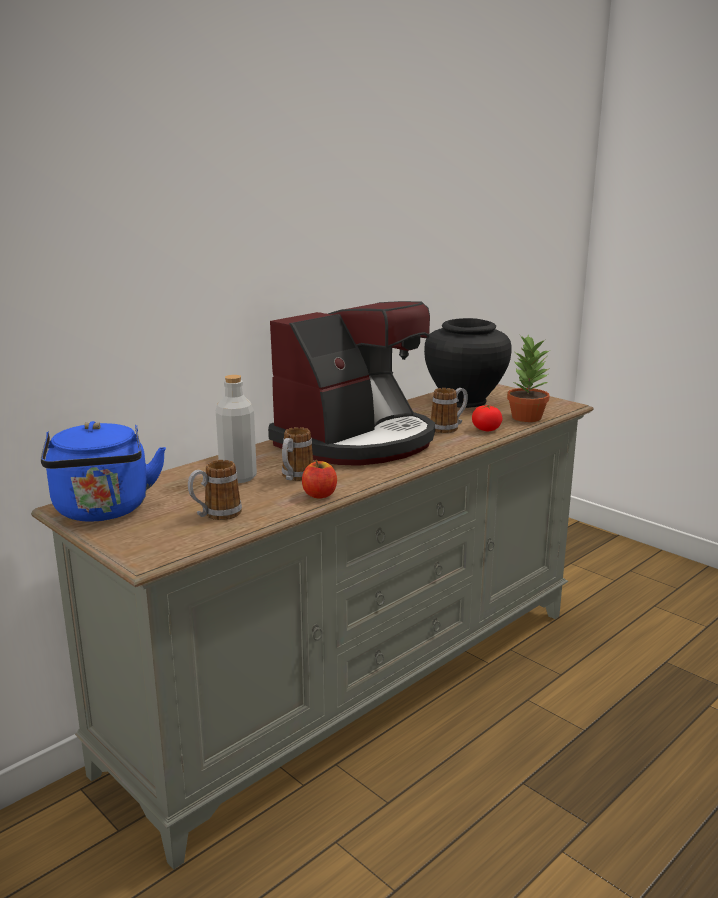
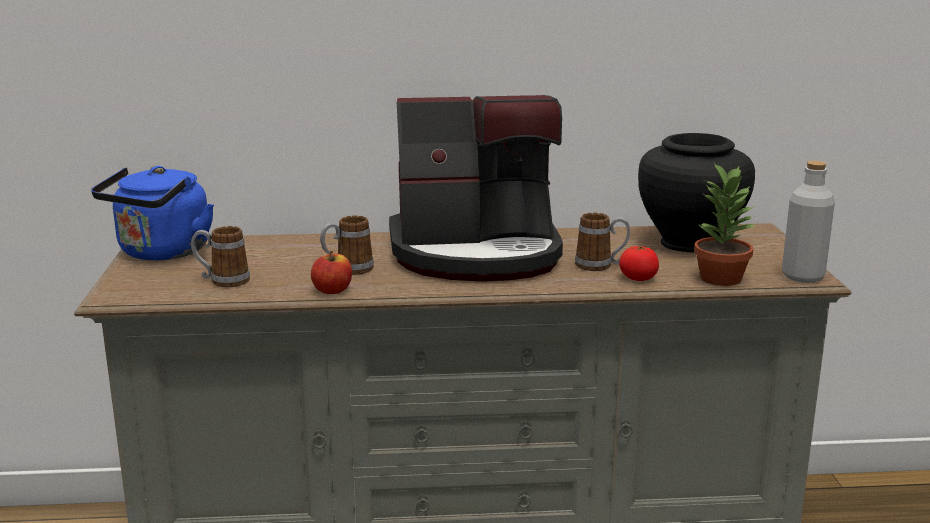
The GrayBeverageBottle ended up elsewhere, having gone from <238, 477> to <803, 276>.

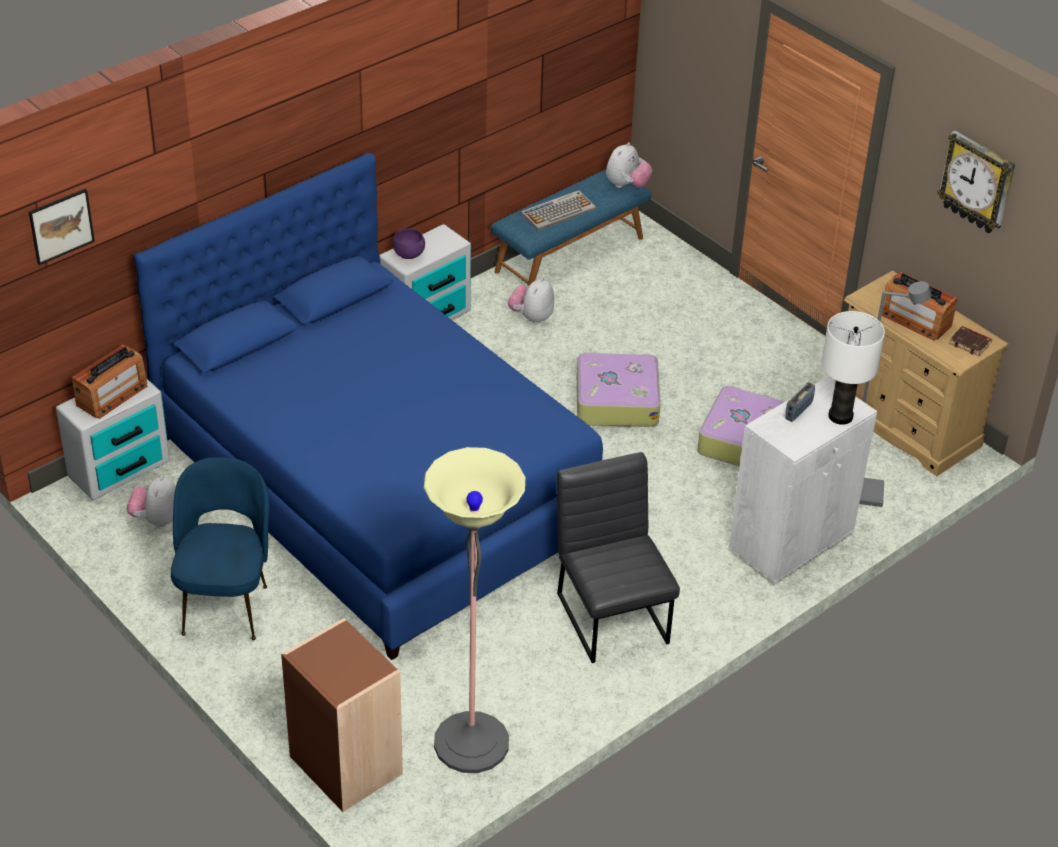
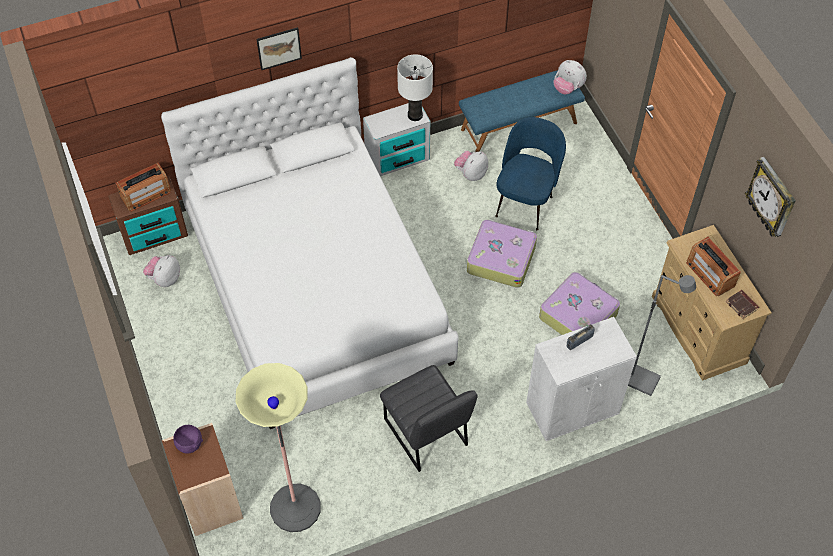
What was the WhiteColouredBedsideTable at <121, 474> turned into the BrownColouredBedsideTable at <156, 237>. What was the BluishBedroomBed at <380, 482> turned into the WhiteColouredBedroomBed at <316, 286>. The PurpleServingBowl ended up elsewhere, having gone from <408, 254> to <189, 444>. The WallArt ended up elsewhere, having gone from <61, 226> to <279, 48>. The GrayUprightChair at <612, 615> ended up facing another way, 150 degrees clockwise from before. The WhiteColouredTabletopLamp ended up elsewhere, having gone from <841, 416> to <415, 115>. The BluishUprightChair ended up elsewhere, having gone from <227, 604> to <526, 203>. The PlushToy at <626, 185> ended up facing another way, 75 degrees clockwise from before. The second view lost the Keyboard at <558, 211>.

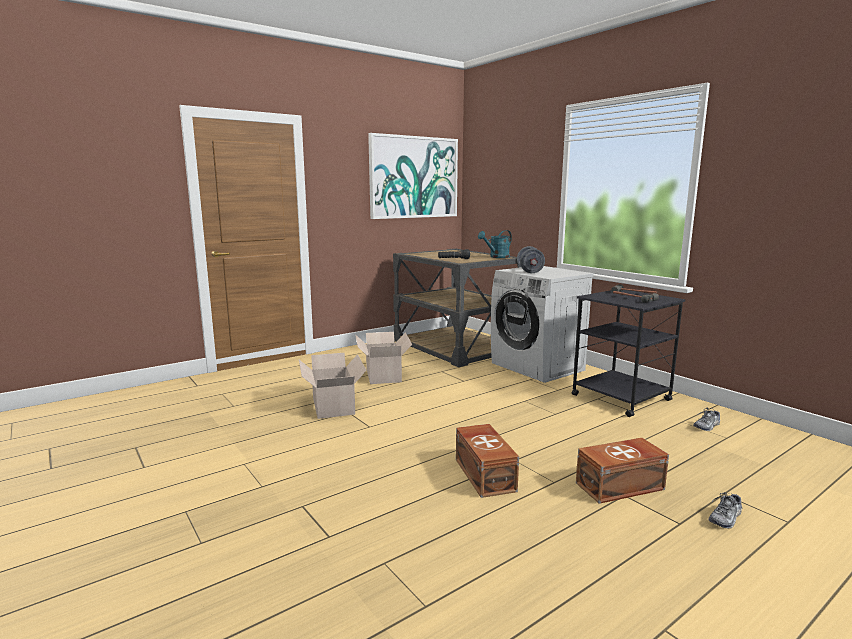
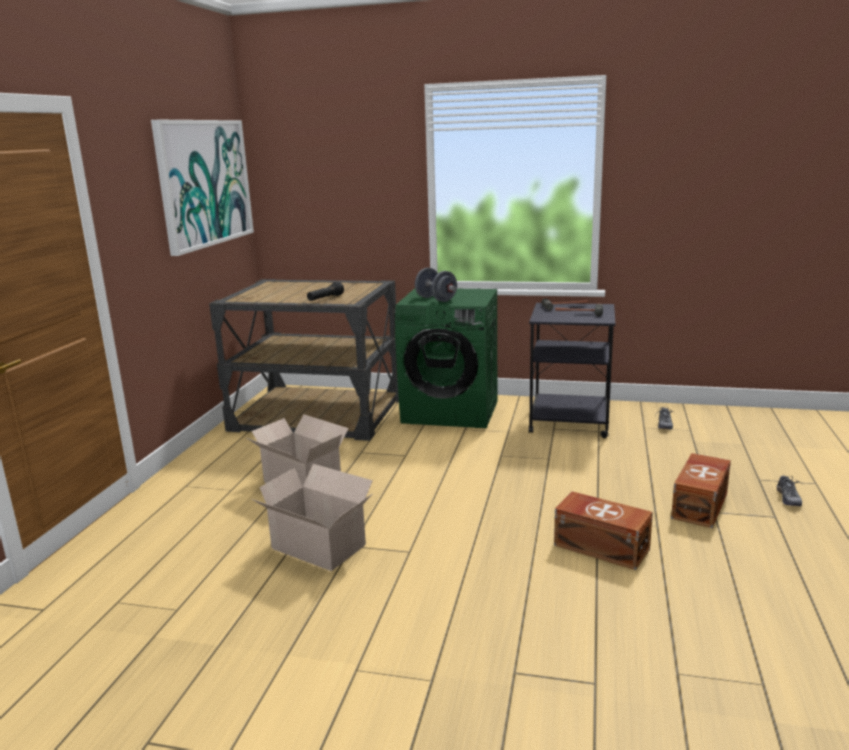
What was the WhiteColouredLaundryAppliance at <537, 369> turned into the GreenColouredLaundryAppliance at <451, 414>. The second view lost the BlueGreenSprinklingCan at <496, 257>.

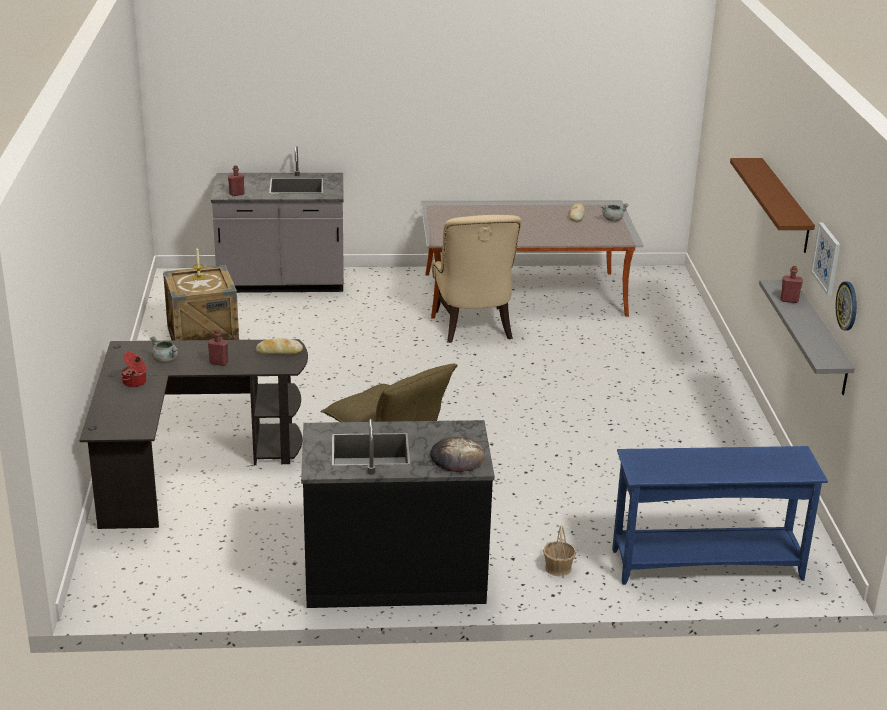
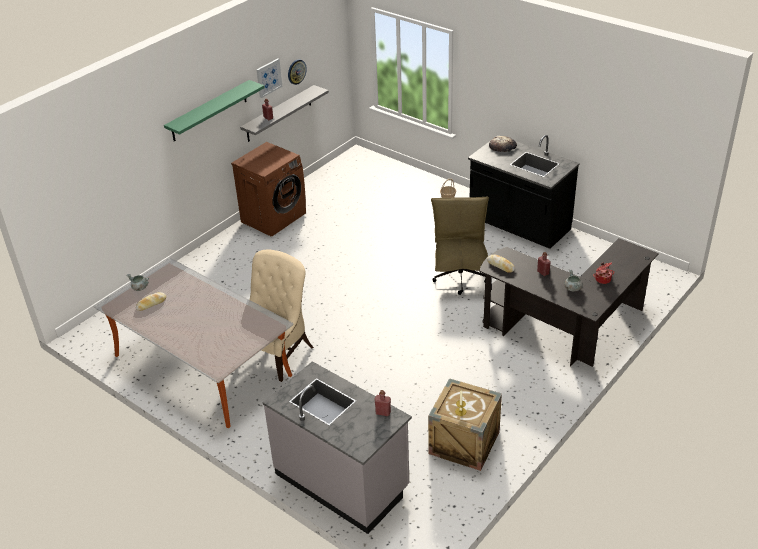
What was the BrownColouredWallShelf at <784, 205> turned into the GreenColouredWallShelf at <209, 111>. The second view gained the BrownColouredLaundryAppliance at <274, 218>. The second view lost the BluishConsoleTable at <706, 565>.

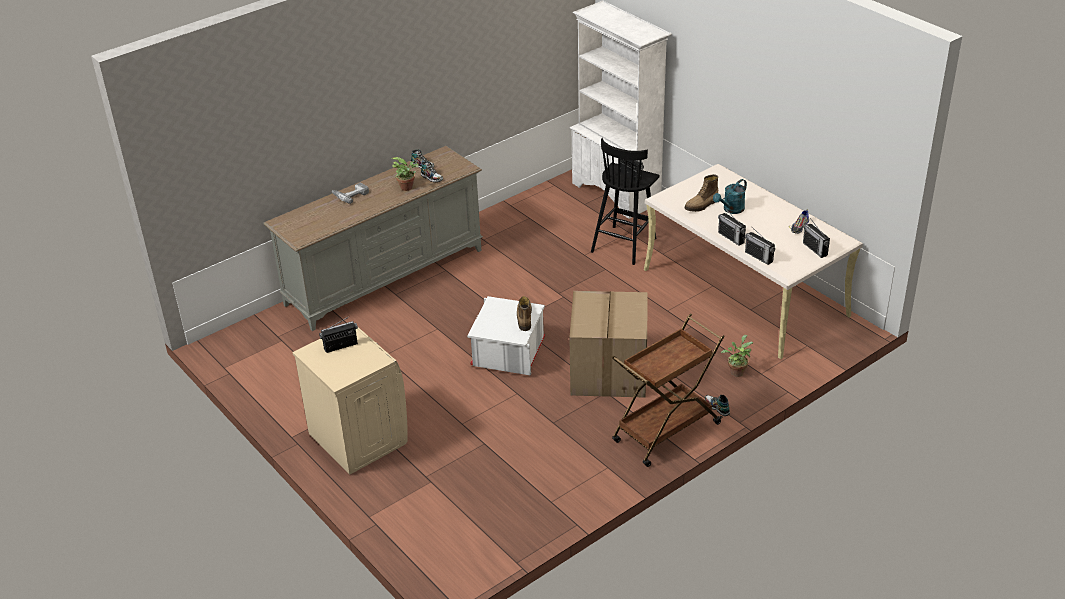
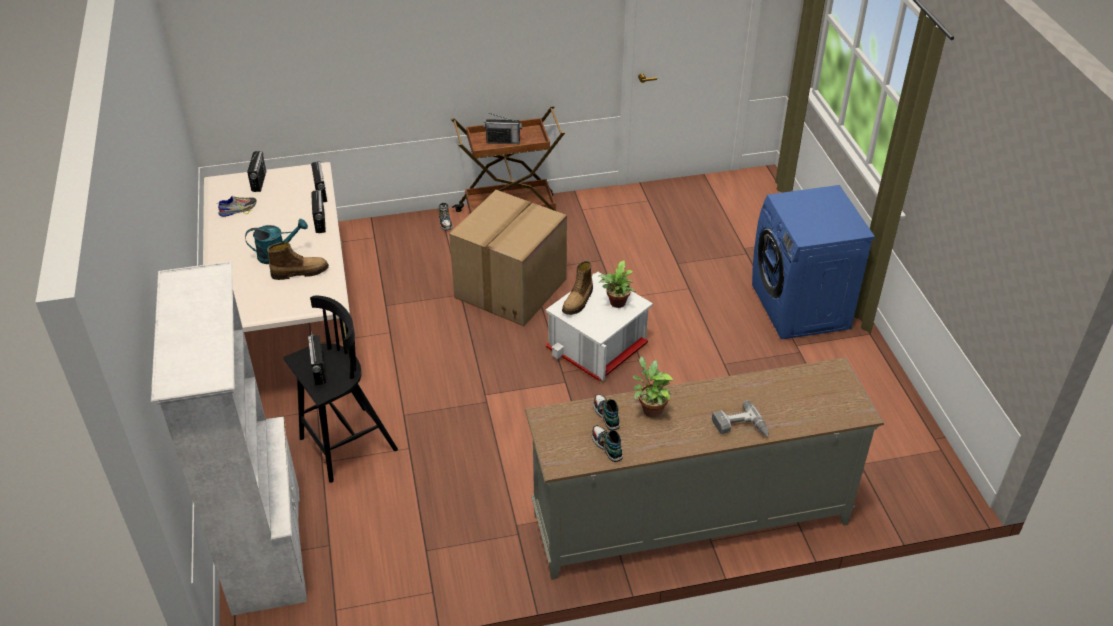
The RadioReceiver ended up elsewhere, having gone from <341, 346> to <503, 141>. The Houseplant ended up elsewhere, having gone from <737, 371> to <616, 304>. What was the BeigeLaundryAppliance at <358, 439> turned into the BluishLaundryAppliance at <799, 308>.

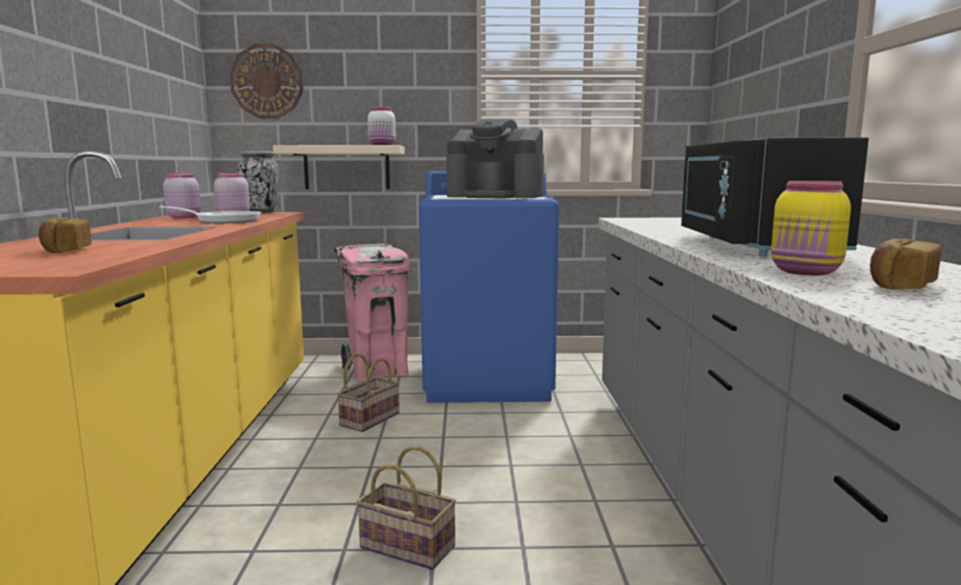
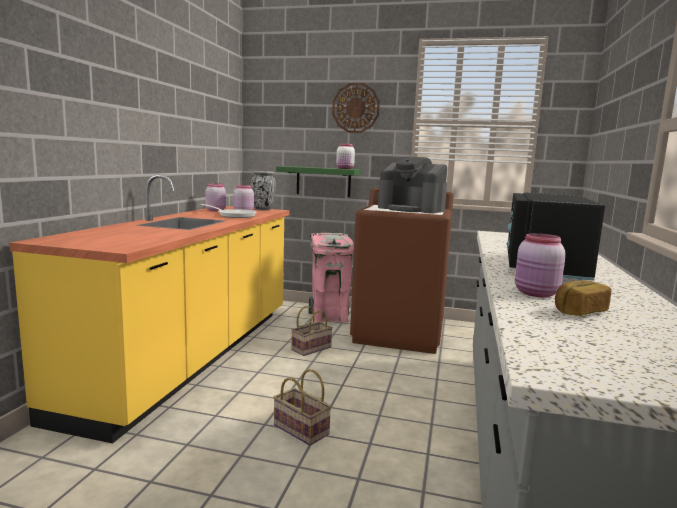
What was the BeigeWallShelf at <347, 168> turned into the GreenColouredWallShelf at <323, 181>. The WallClock ended up elsewhere, having gone from <267, 81> to <356, 108>. What was the BluishLaundryAppliance at <488, 381> turned into the BrownColouredLaundryAppliance at <399, 333>. What was the YellowishPreserveJar at <806, 272> turned into the PinkishPreserveJar at <536, 294>. The second view lost the BakedBread at <65, 250>.

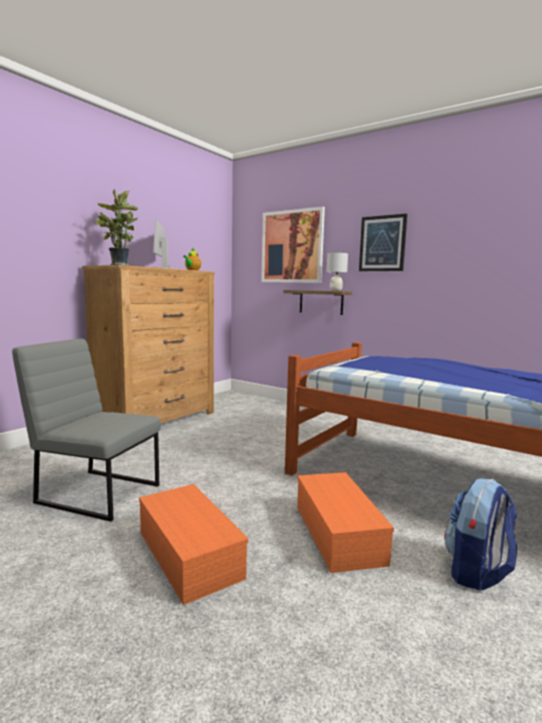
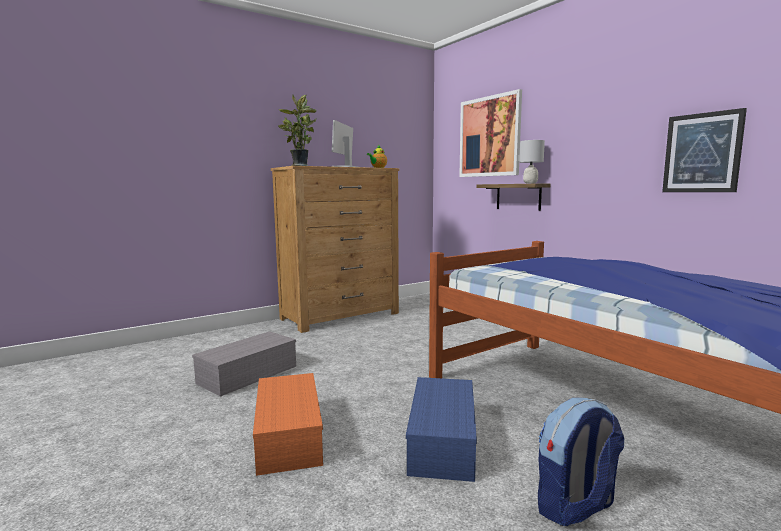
Where the GrayUprightChair stood at <97, 492>, the GrayStorageBox came to stand at <248, 374>. What was the OrangeyStorageBox at <340, 534> turned into the BluishStorageBox at <444, 442>. The WallArt ended up elsewhere, having gone from <382, 243> to <702, 153>.

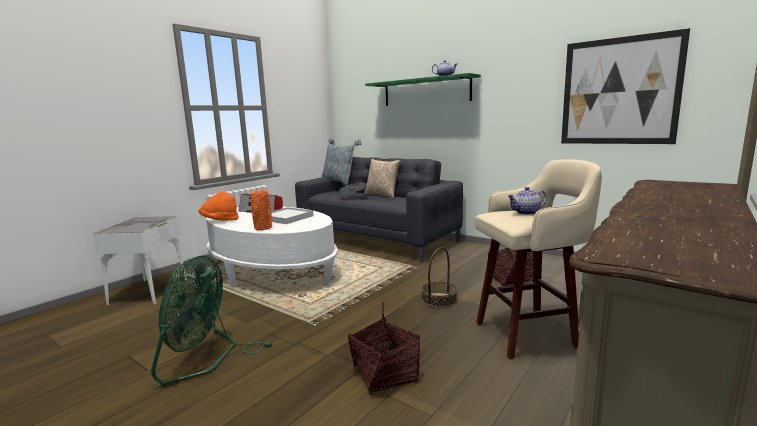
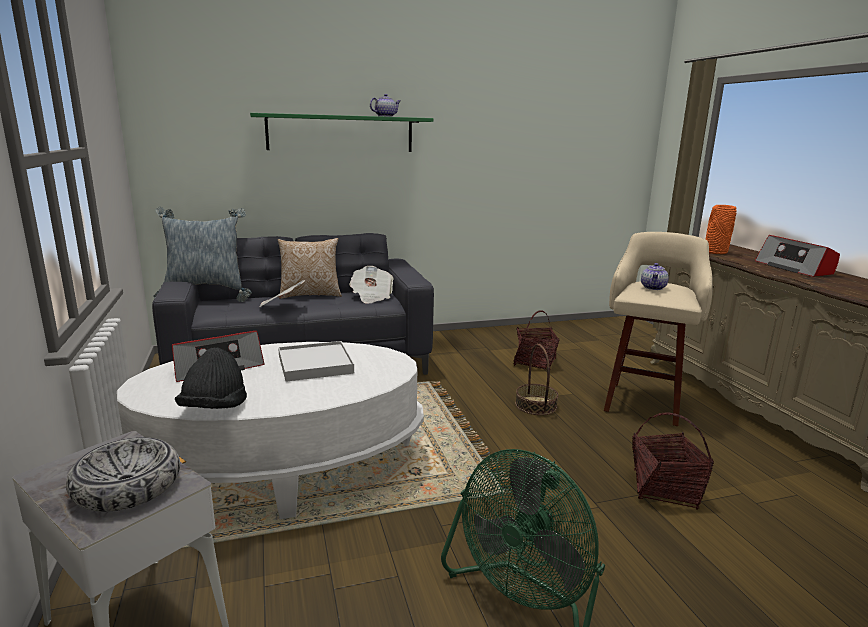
The second view gained the ServingBowl at <128, 486>. What was the OrangeyHat at <219, 221> turned into the BlackishHat at <214, 408>. The second view gained the Newspaper at <371, 296>. The OrangeyVase ended up elsewhere, having gone from <263, 228> to <715, 252>. The second view gained the RadioReceiver at <794, 268>. The second view lost the WallArt at <619, 91>.

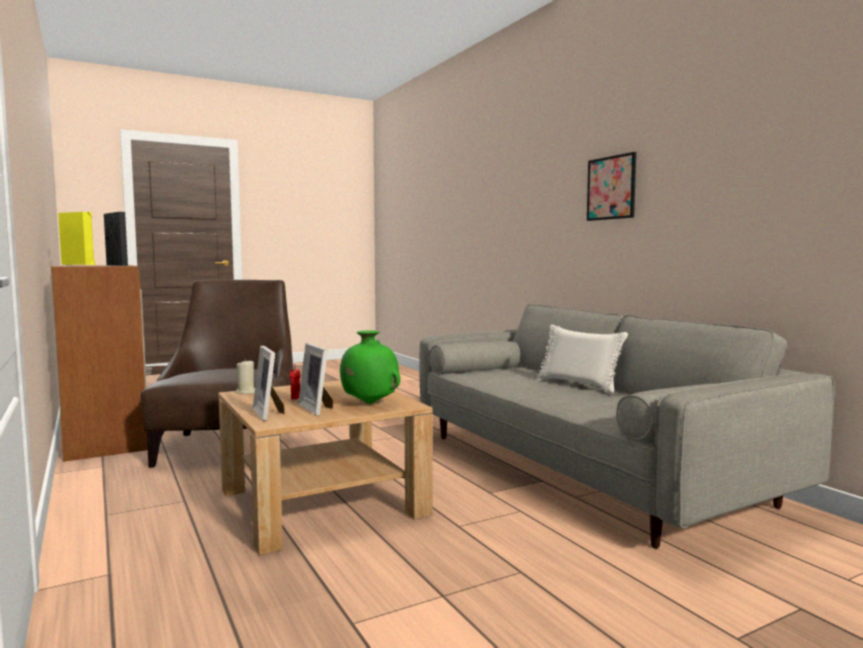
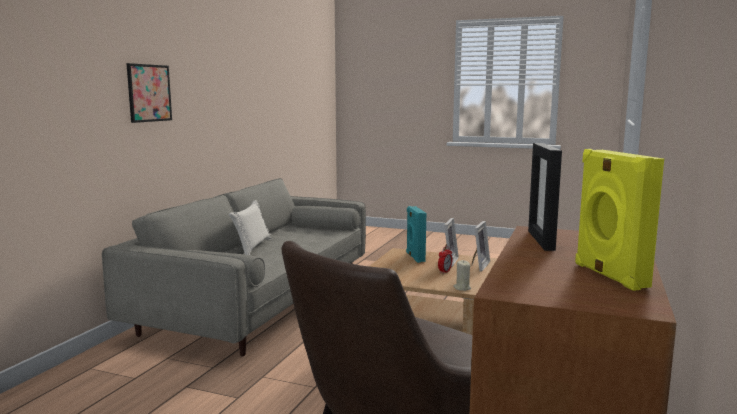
Where the GreenColouredVase stood at <369, 403>, the BlueGreenSpeaker came to stand at <414, 257>.

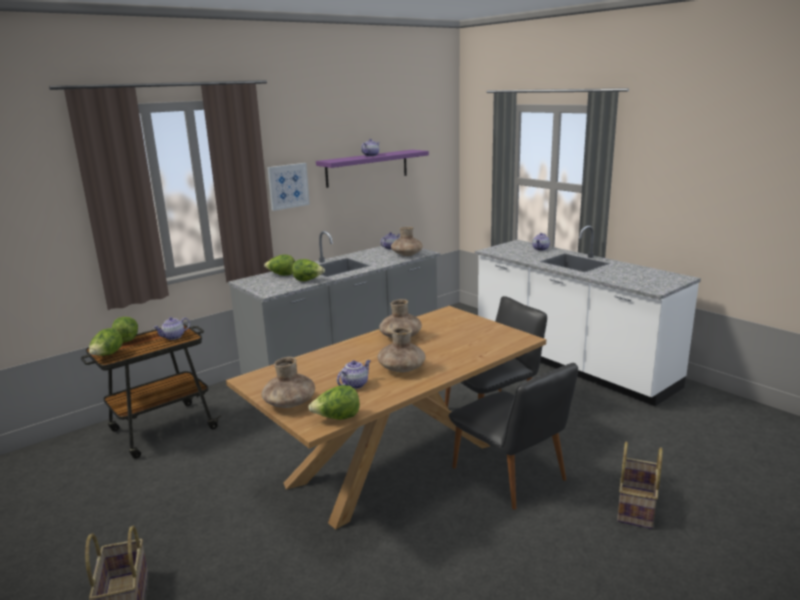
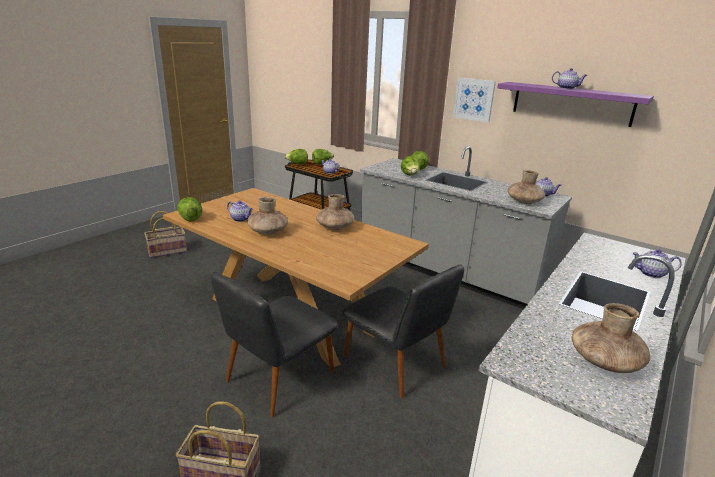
The BrownColouredVase ended up elsewhere, having gone from <289, 403> to <604, 362>.

